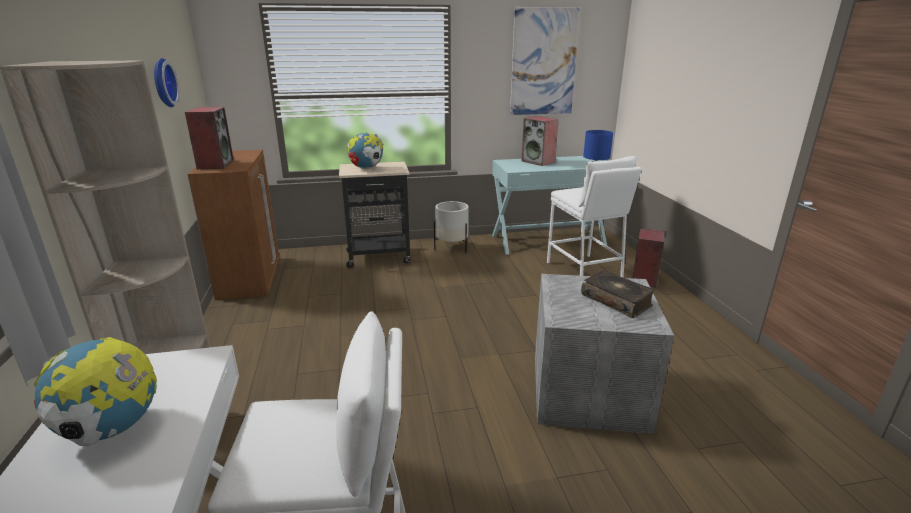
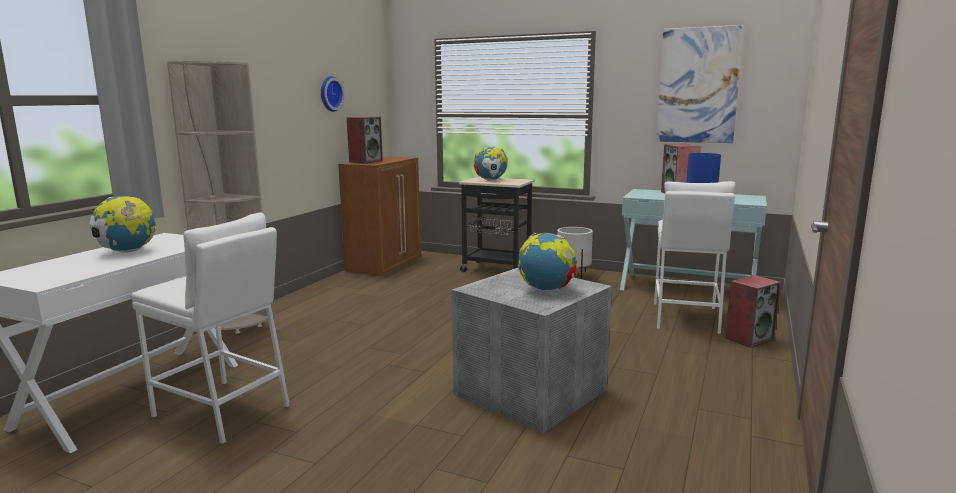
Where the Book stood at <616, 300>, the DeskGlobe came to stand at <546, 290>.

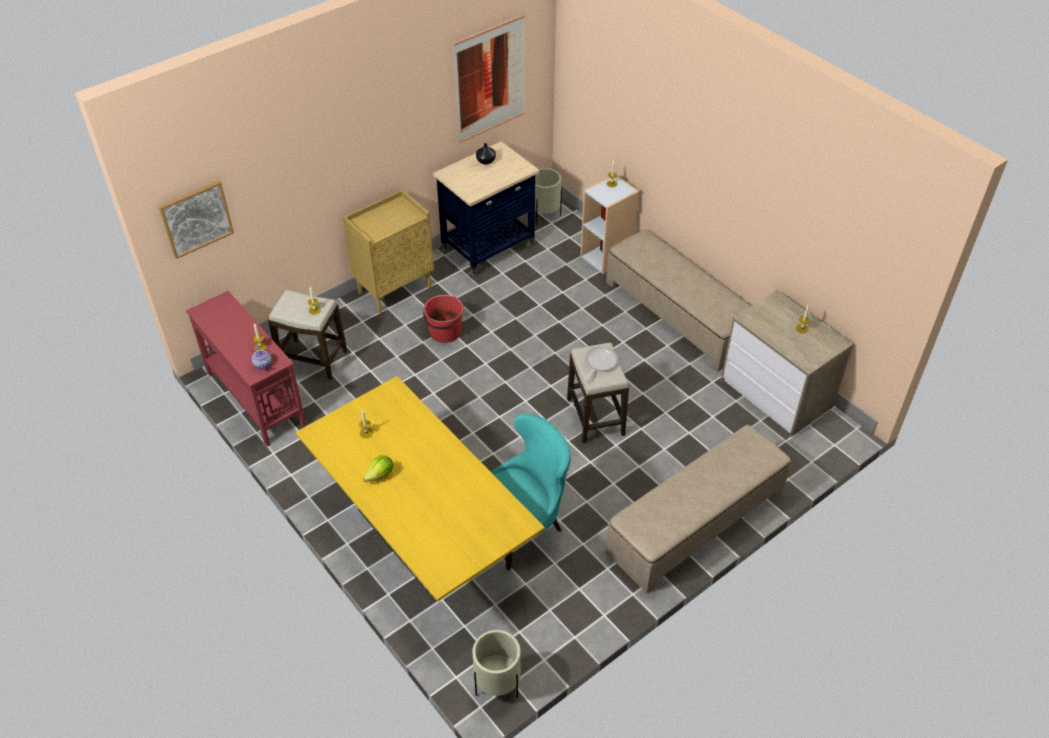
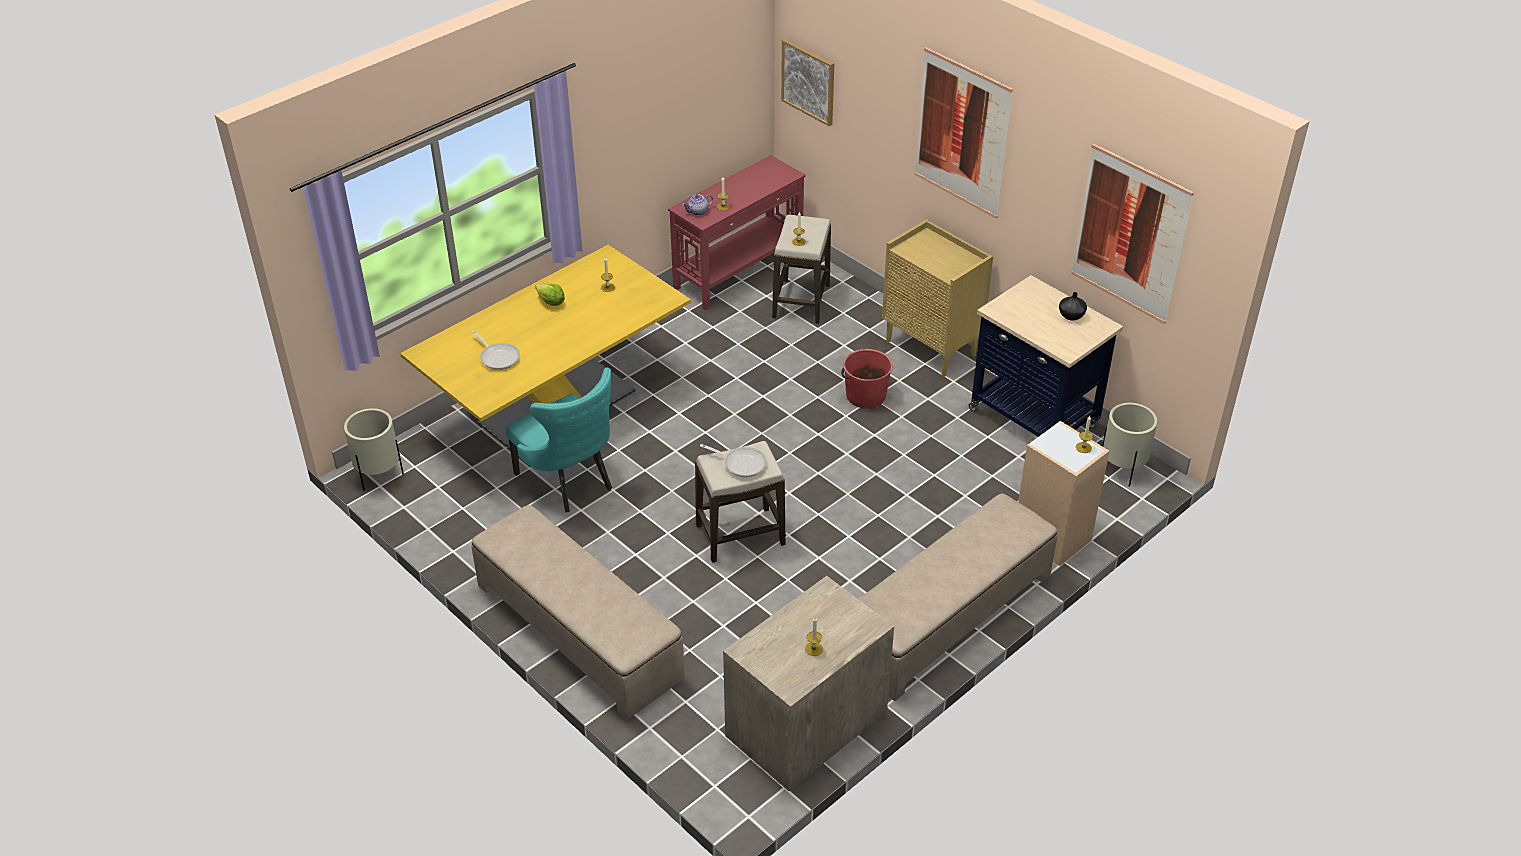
The second view gained the Pan at <498, 357>. The second view gained the WallArt at <962, 132>.

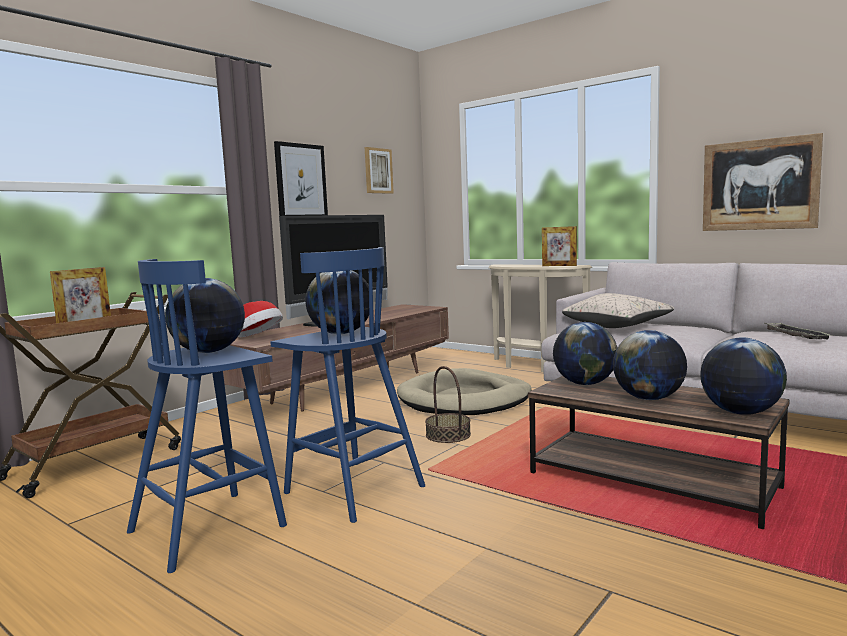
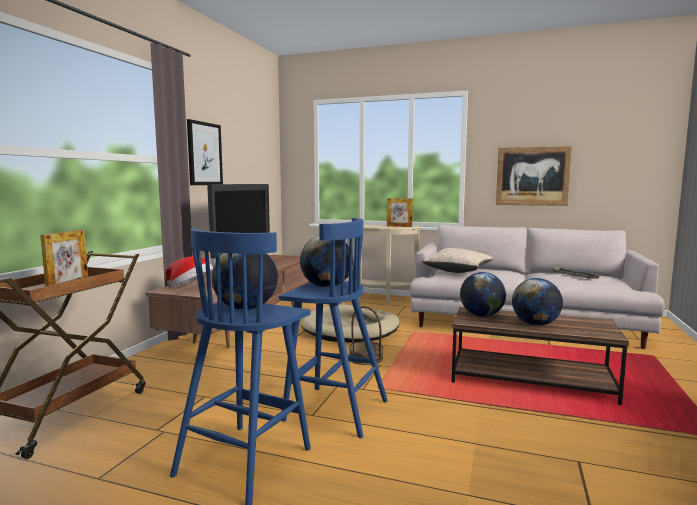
The second view lost the WallArt at <378, 171>. The second view lost the DeskGlobe at <740, 413>.

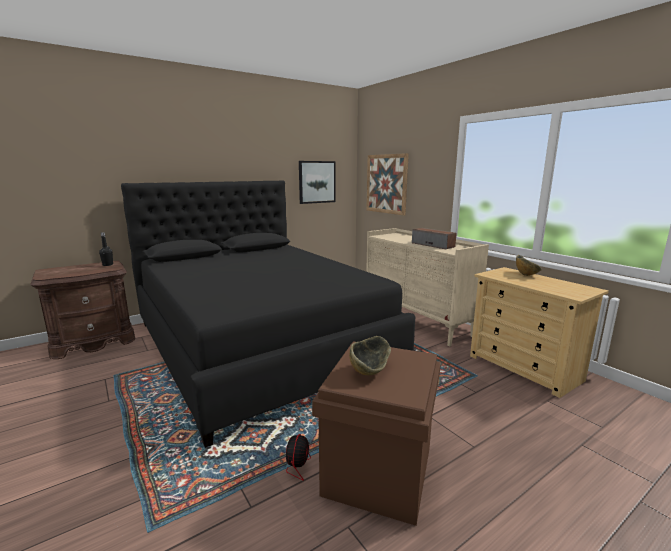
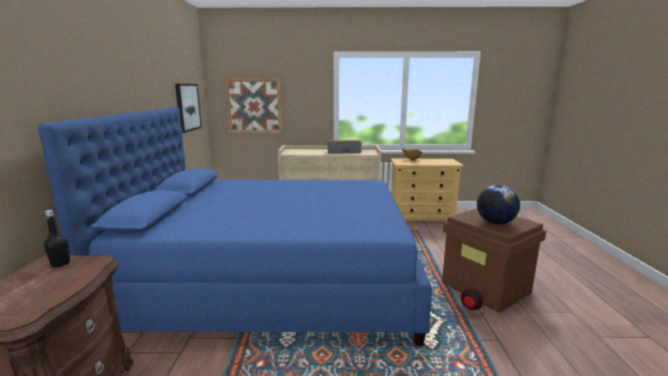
What was the BlackishBedroomBed at <260, 343> turned into the BluishBedroomBed at <275, 280>. Where the ServingBowl stood at <369, 371>, the DeskGlobe came to stand at <495, 223>.

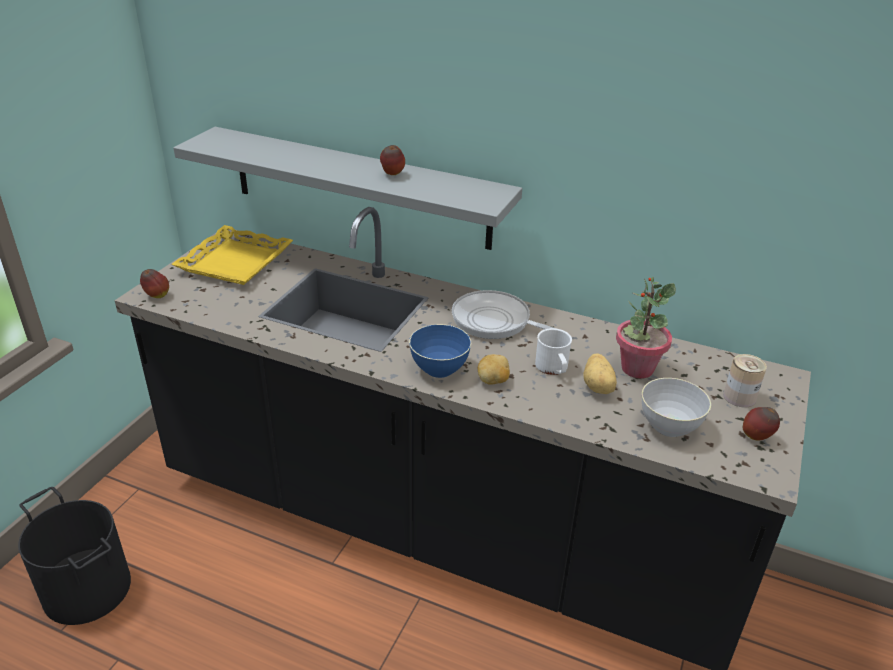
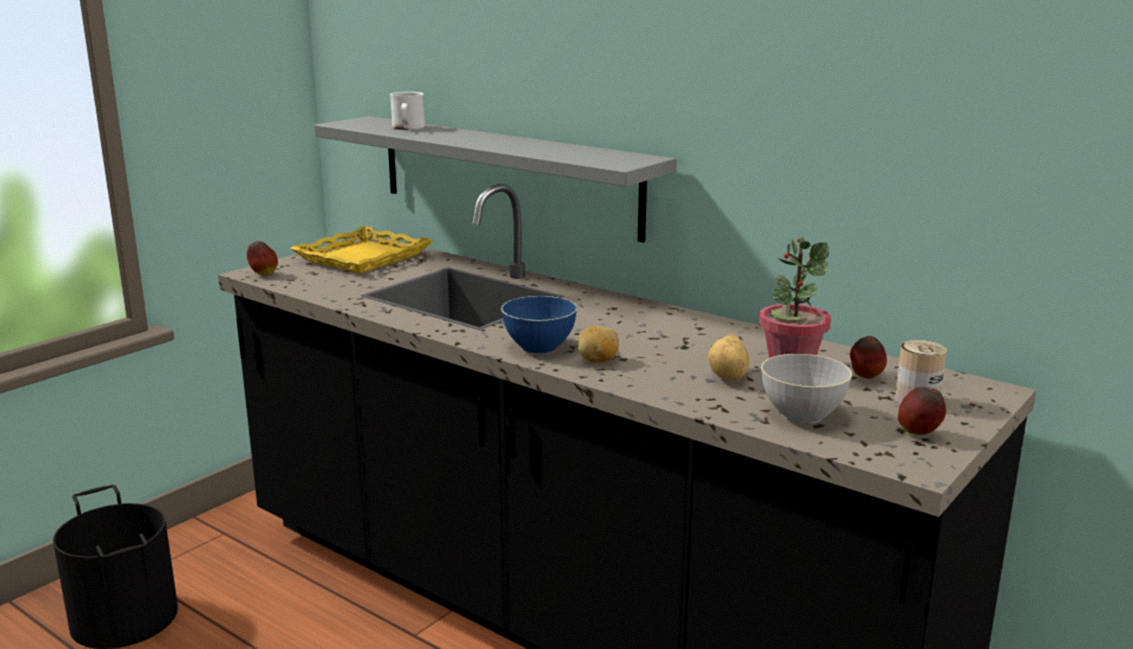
The WhiteColouredTeaMug ended up elsewhere, having gone from <553, 368> to <407, 128>. The WholeApple ended up elsewhere, having gone from <392, 175> to <865, 378>. The second view lost the Pan at <495, 322>.

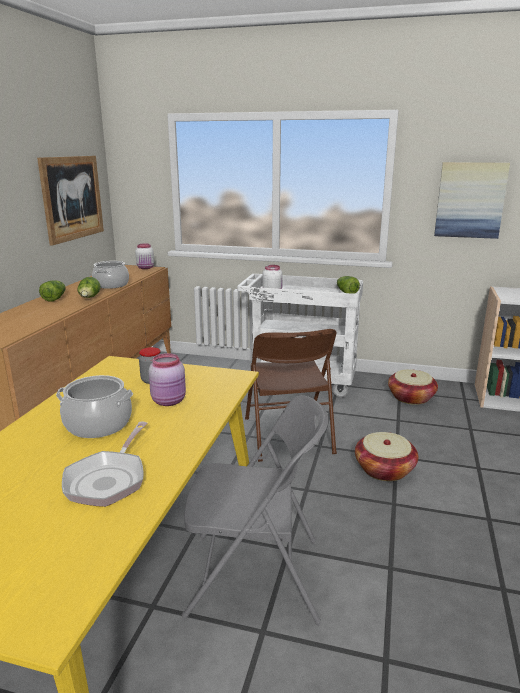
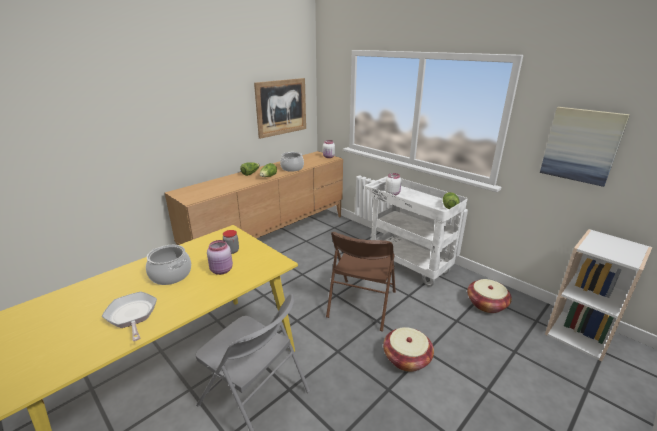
The Pan at <108, 479> ended up facing another way, 105 degrees clockwise from before.

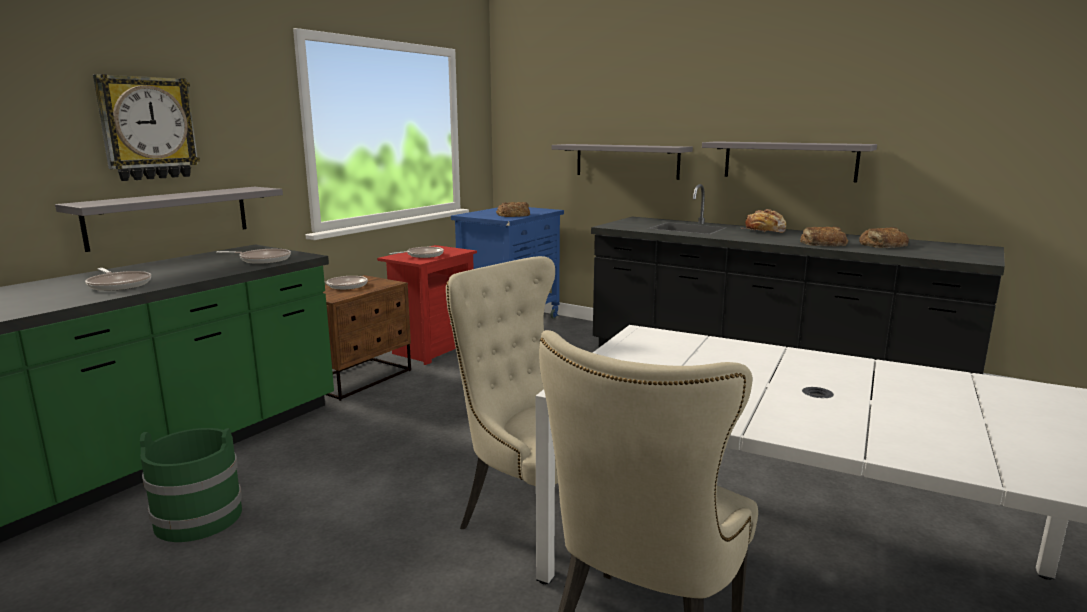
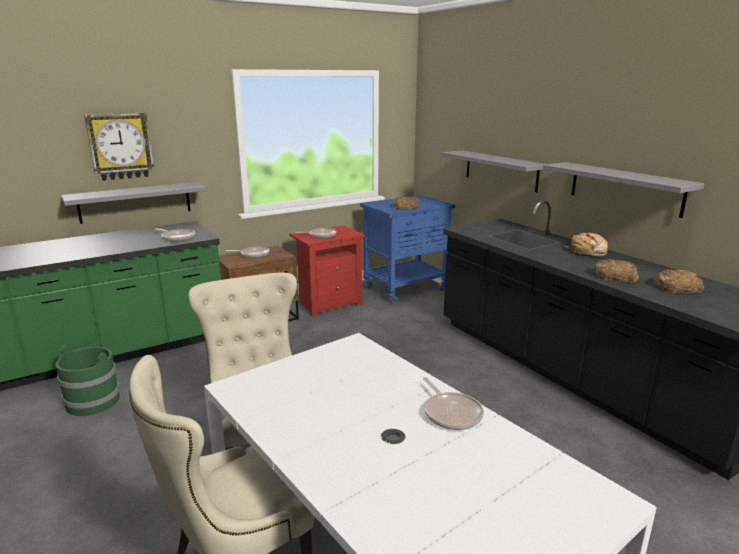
The Pan ended up elsewhere, having gone from <119, 285> to <451, 413>.

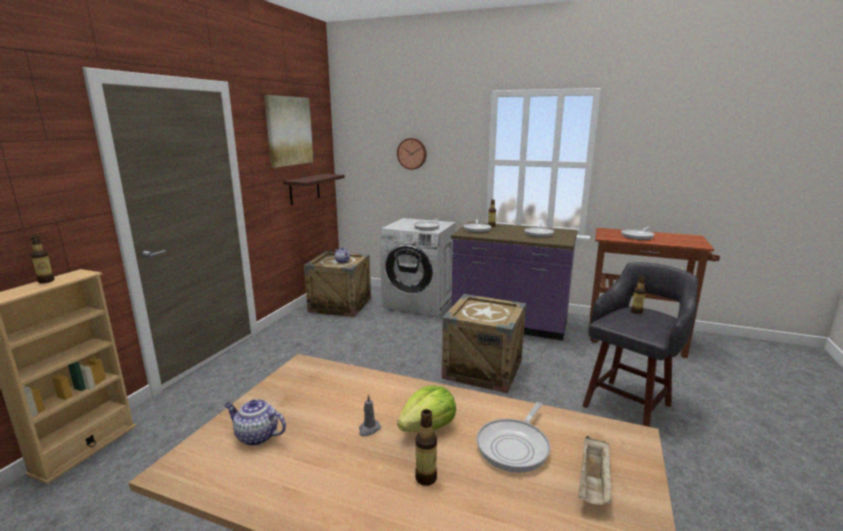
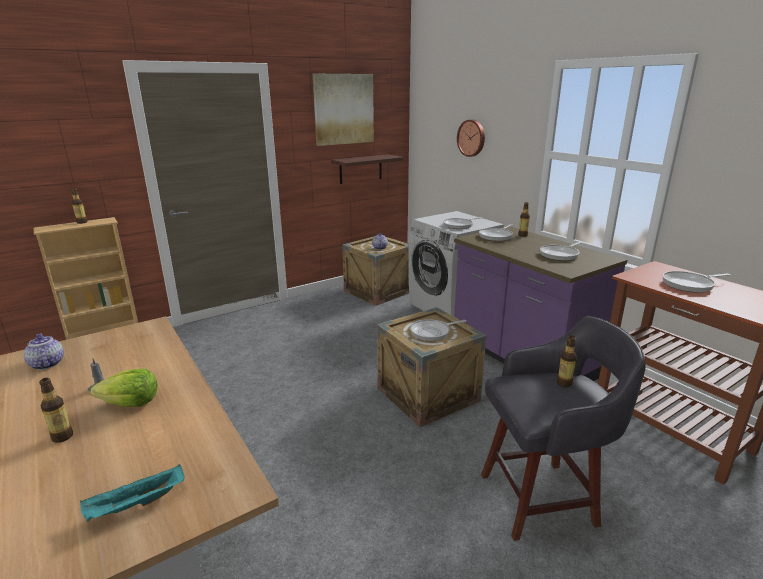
What was the BeigeTray at <594, 483> turned into the BlueGreenTray at <136, 505>. The Pan ended up elsewhere, having gone from <515, 446> to <432, 332>.

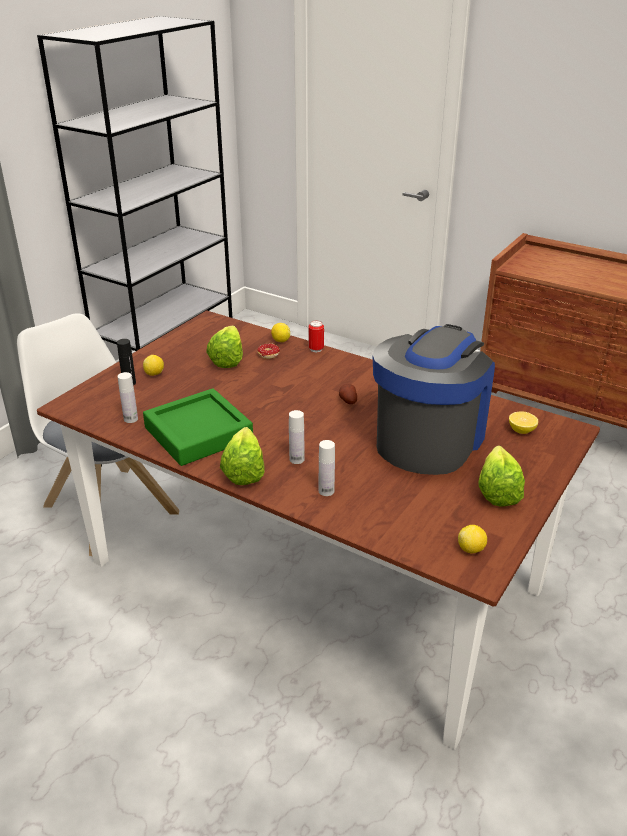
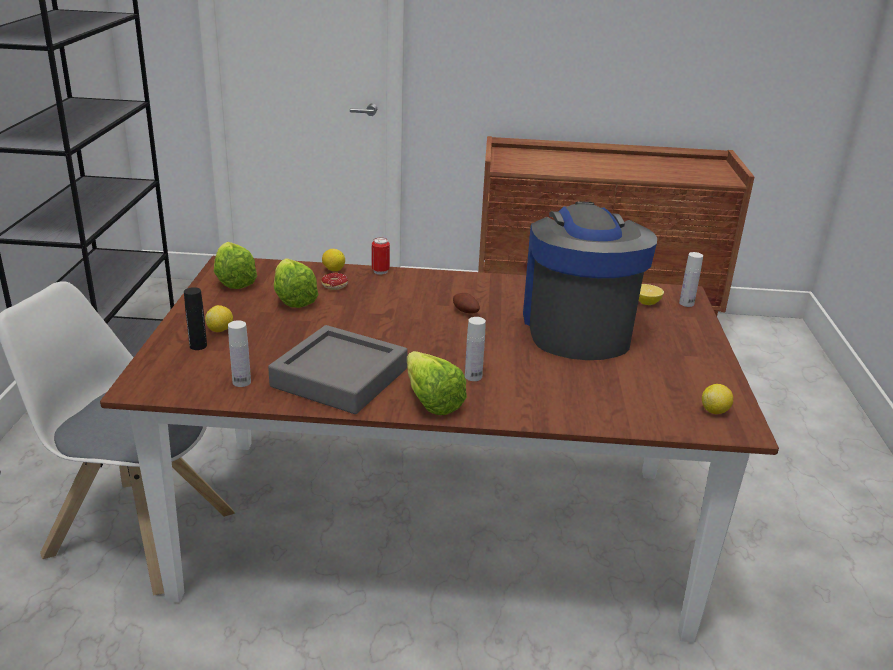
The Lettuce ended up elsewhere, having gone from <499, 488> to <234, 278>. What was the GreenColouredTray at <198, 433> turned into the GrayTray at <339, 377>. The WhiteColouredBeverageBottle ended up elsewhere, having gone from <326, 491> to <686, 303>.

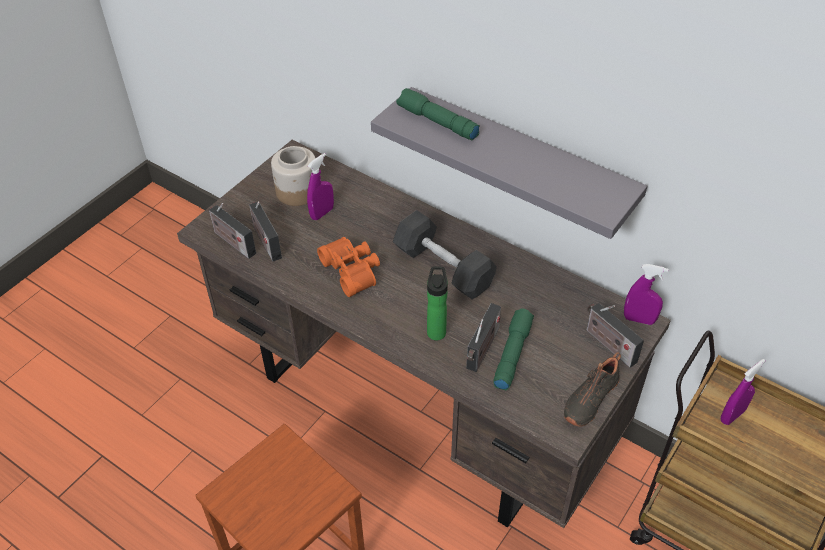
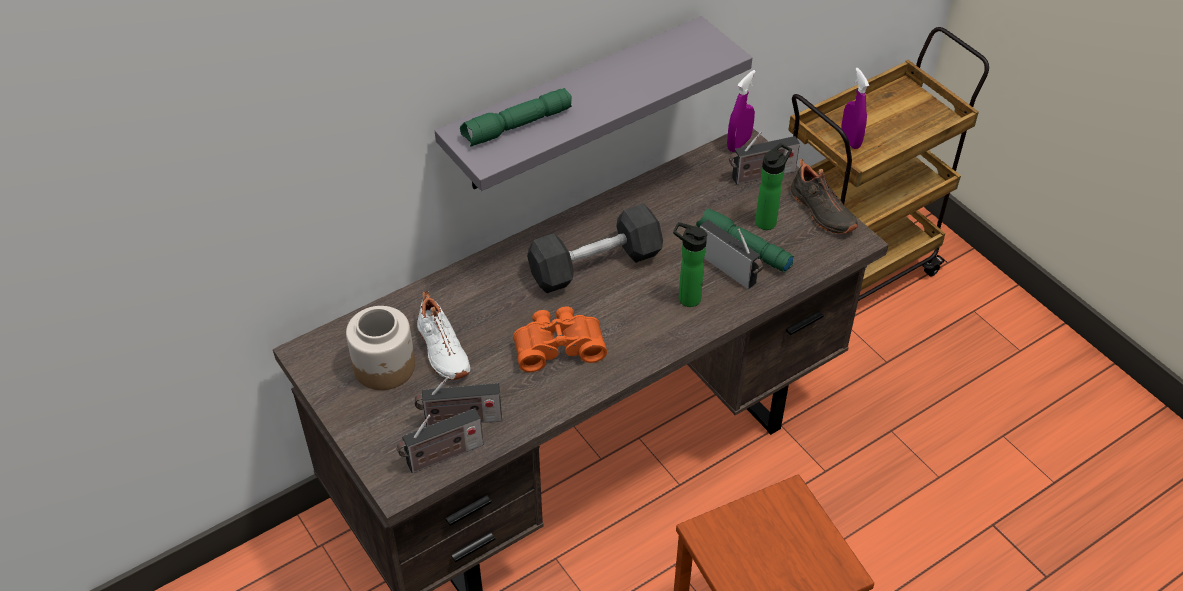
Where the PurpleSprayer stood at <322, 213>, the WhiteColouredItemOfFootwear came to stand at <441, 351>. The second view gained the BeverageBottle at <767, 221>.

